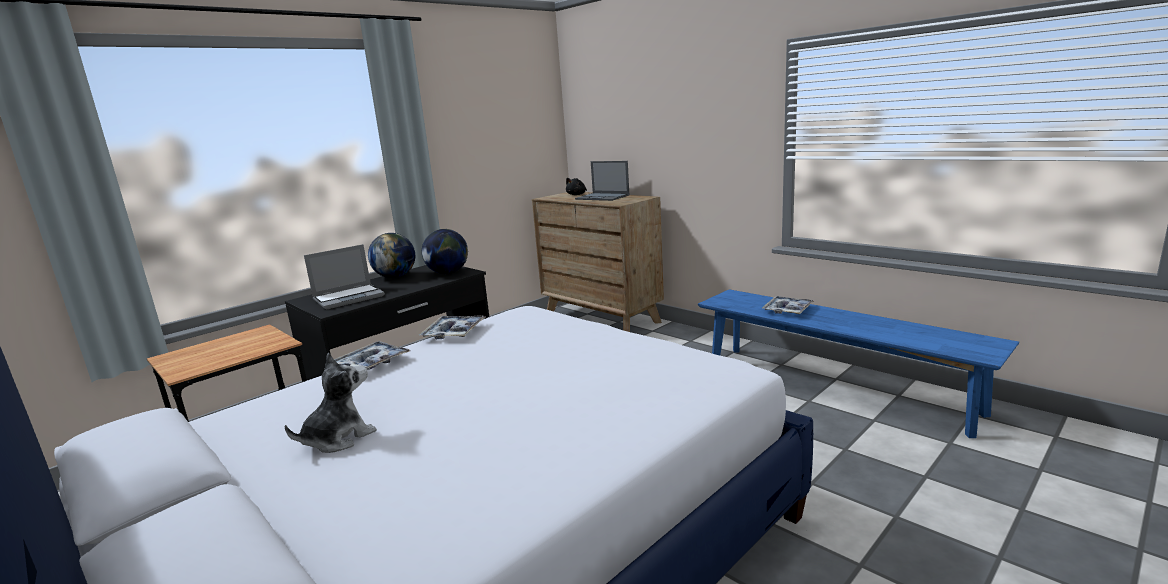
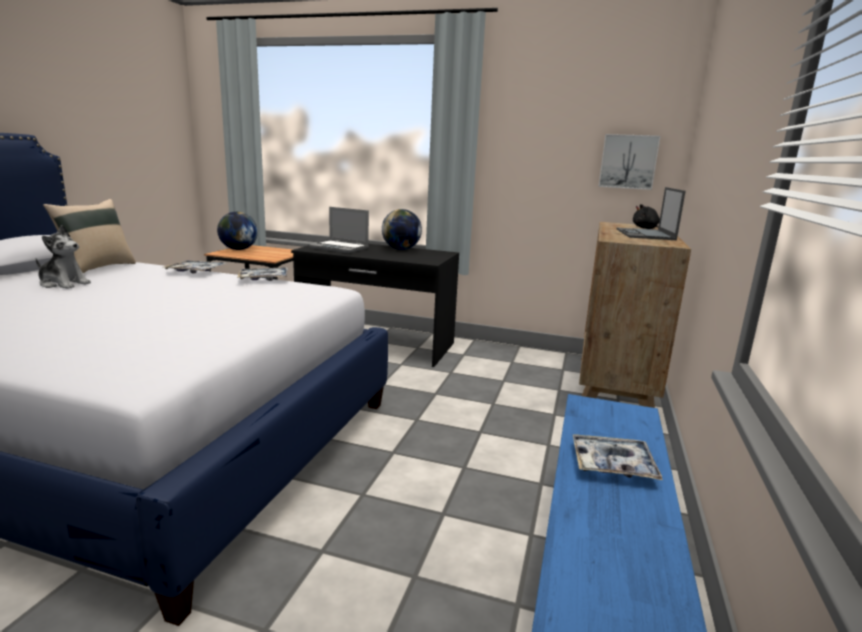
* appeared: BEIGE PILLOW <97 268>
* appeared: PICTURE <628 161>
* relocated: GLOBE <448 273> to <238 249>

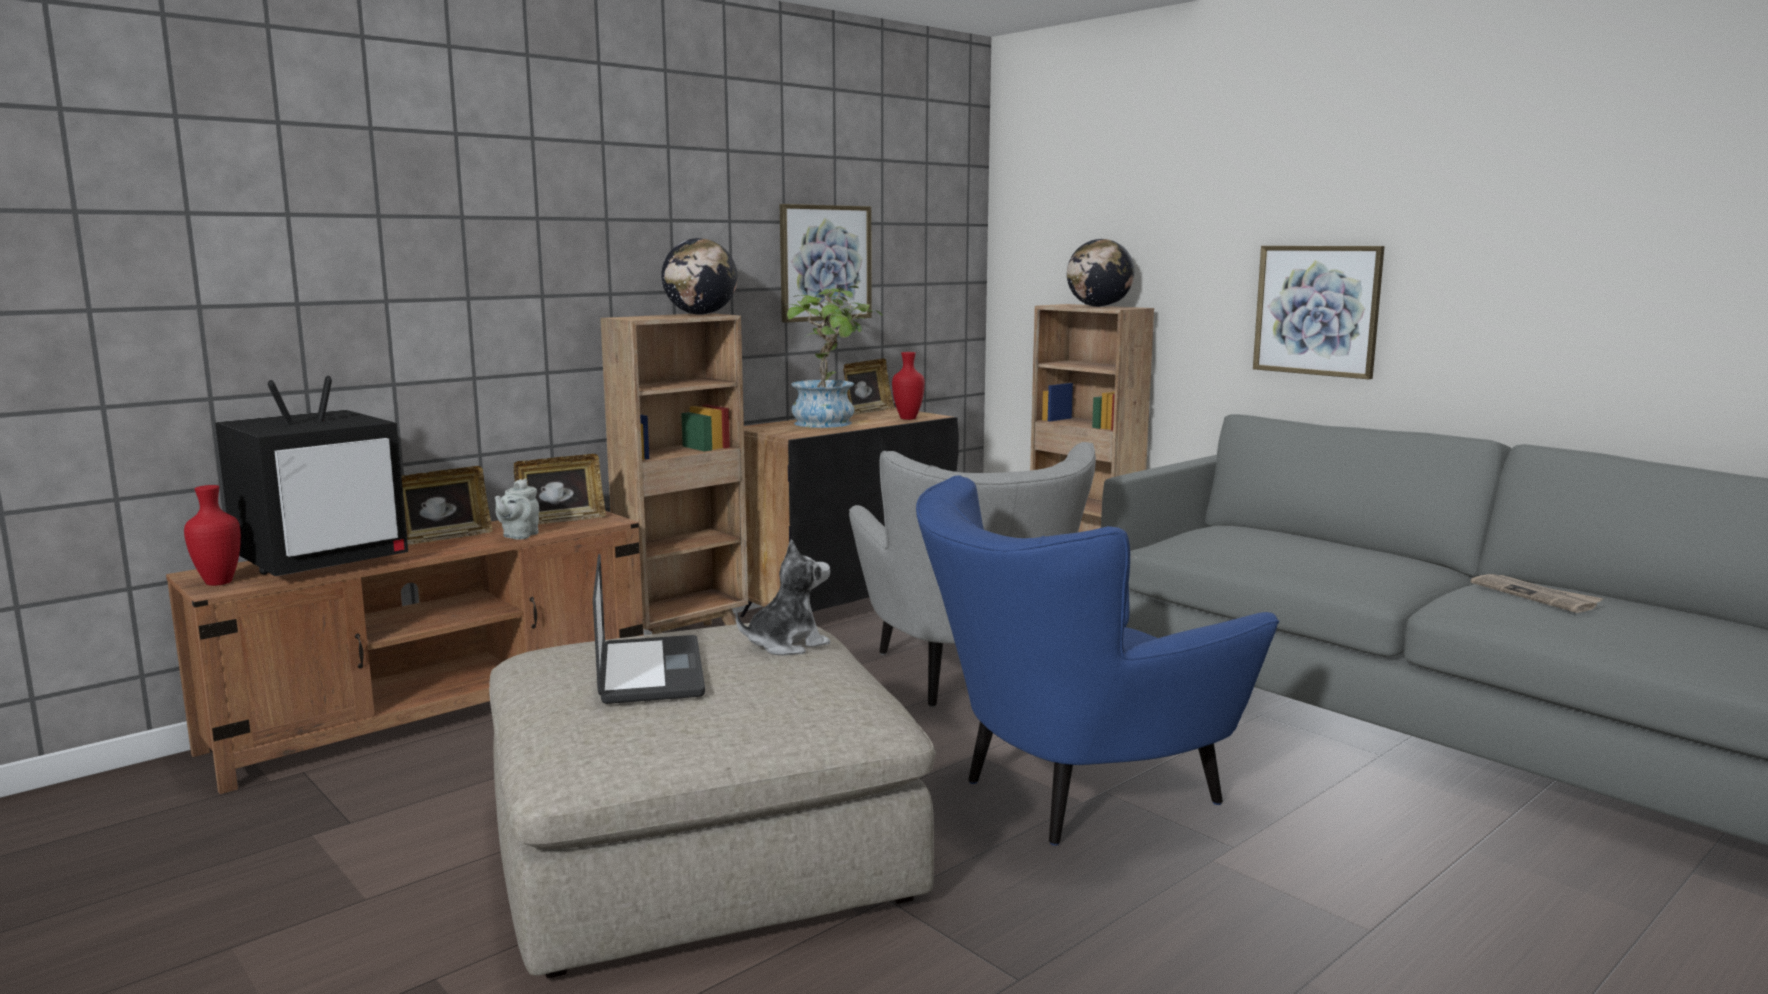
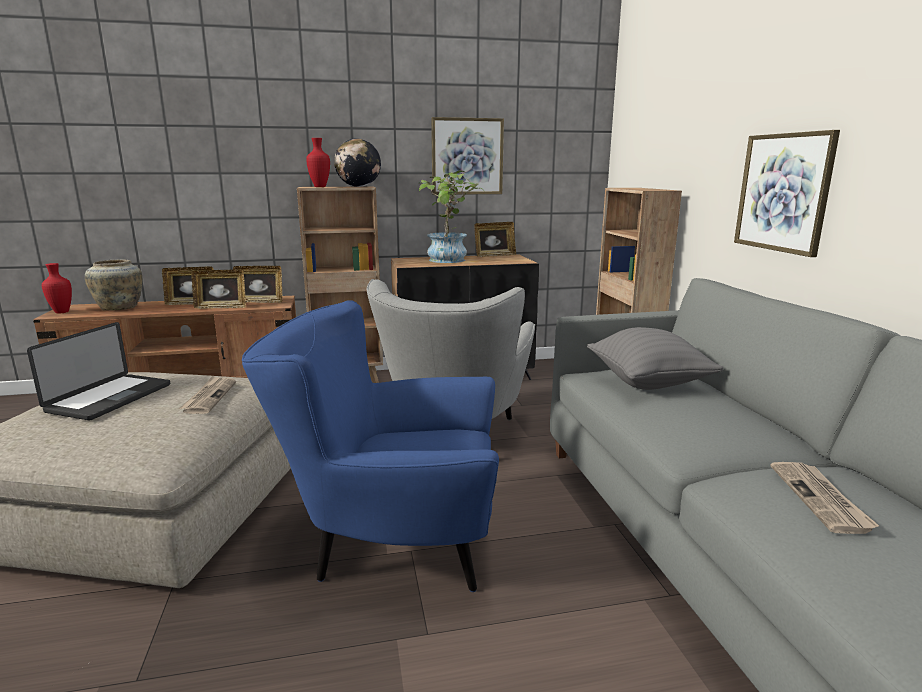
* missing: GLOBE <1098 306>
* appeared: GREY PILLOW <648 383>
* relocated: RED VASE <909 418> to <320 187>
* exchanged: TELEVISION <323 561> to BEIGE VASE <120 308>
* exchanged: GREY TEAPOT <518 536> to PICTURE FRAME <221 307>
* exchanged: PLUSH TOY <786 644> to NEWSPAPER <209 397>

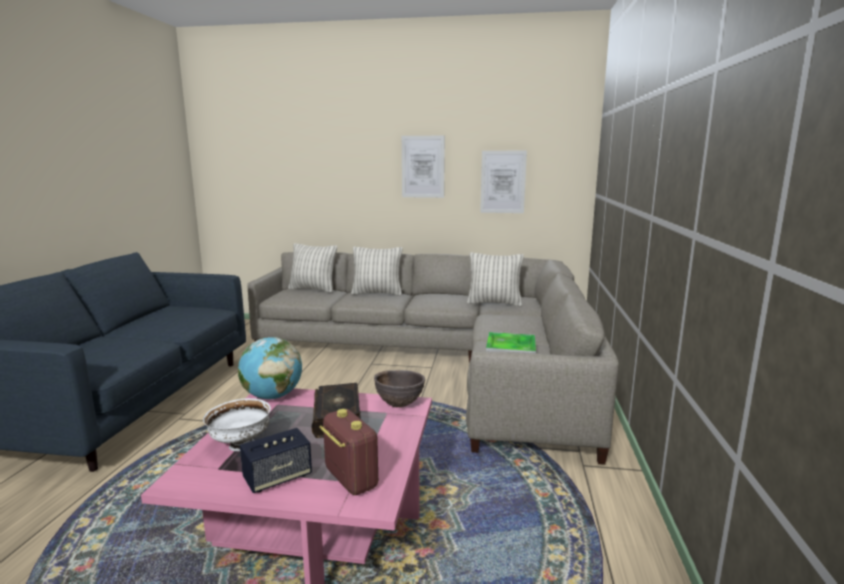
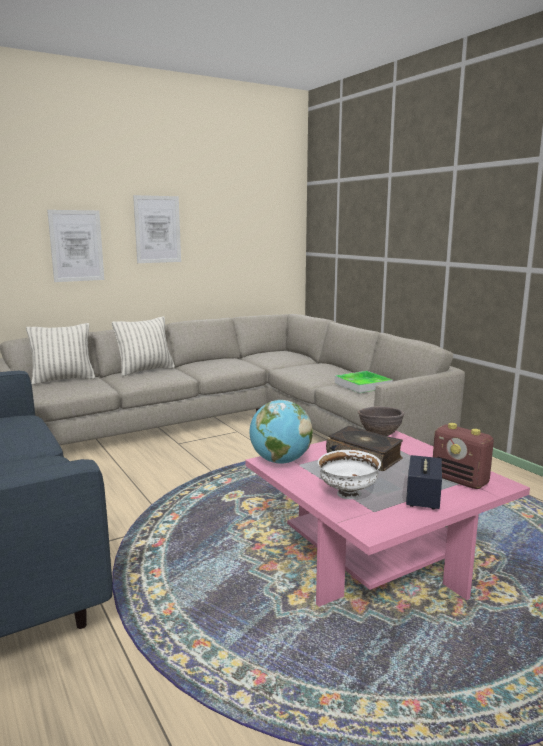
* missing: PILLOW <494 303>
* relocated: PICTURE <503 182> to <76 246>
* spun: RADIO <350 478> = <460 480> 150 degrees counterclockwise

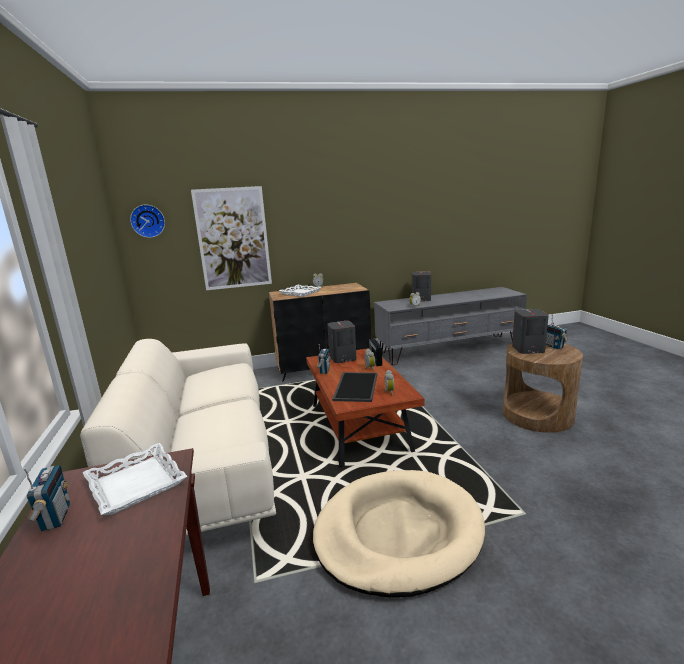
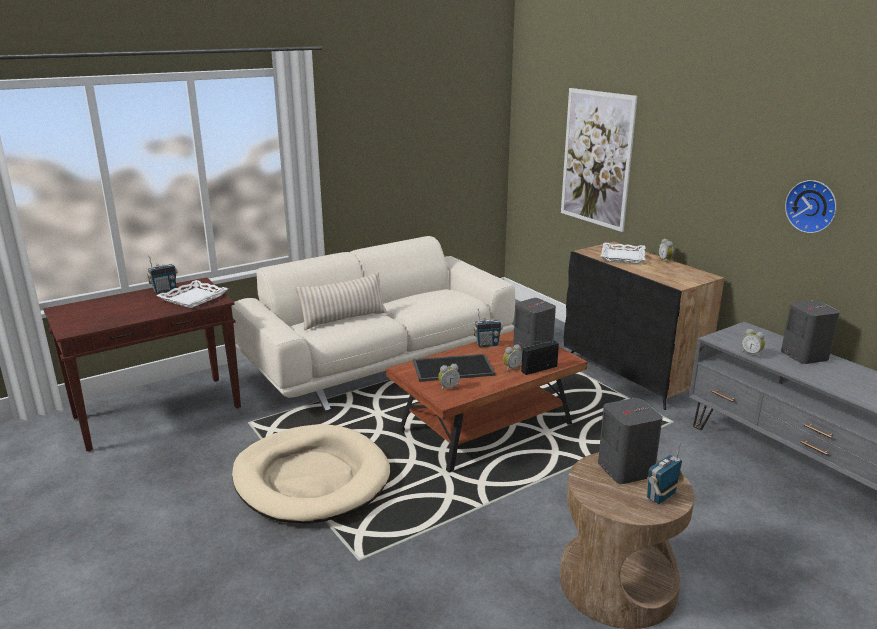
* appeared: BEIGE PILLOW <343 319>
* relocated: WALL CLOCK <148 221> to <812 206>

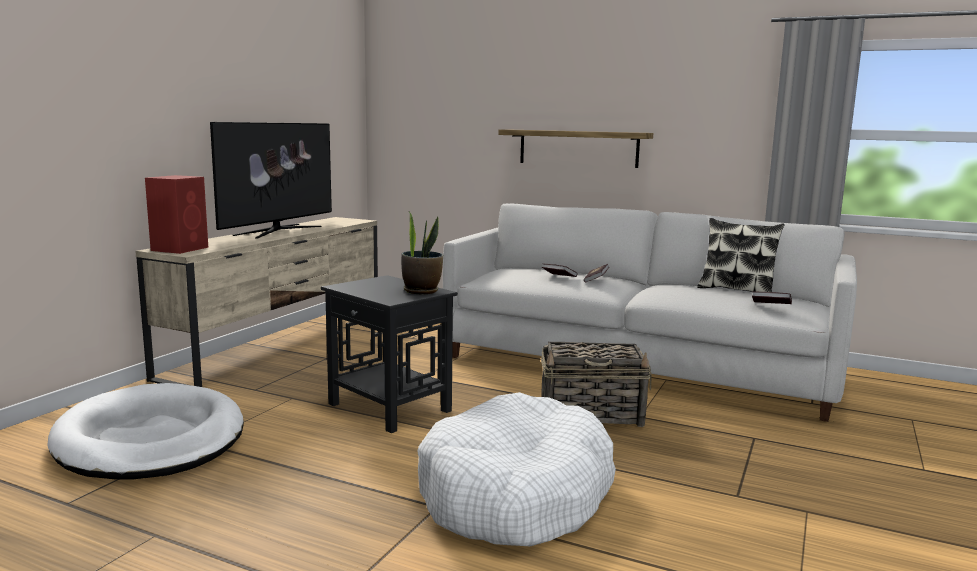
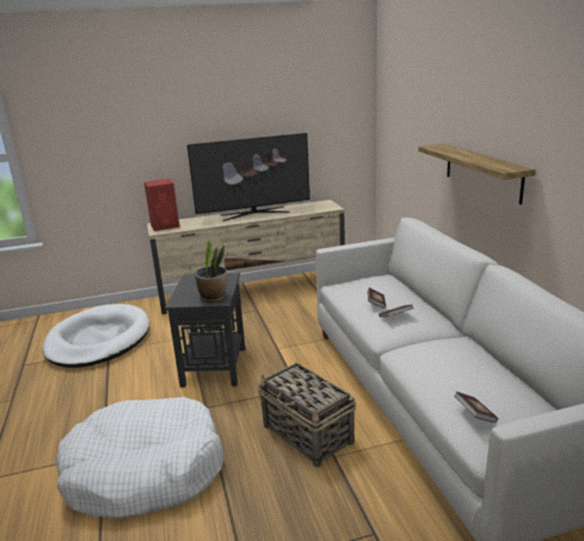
* missing: PILLOW <736 290>

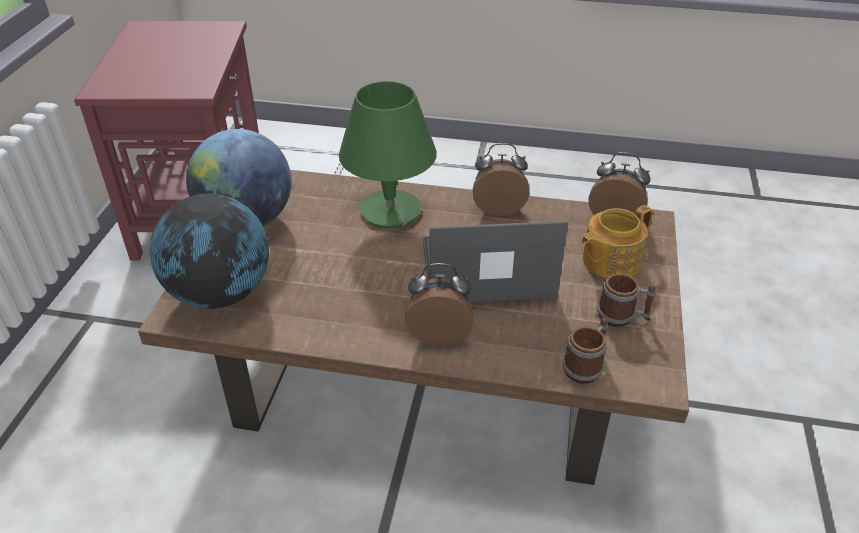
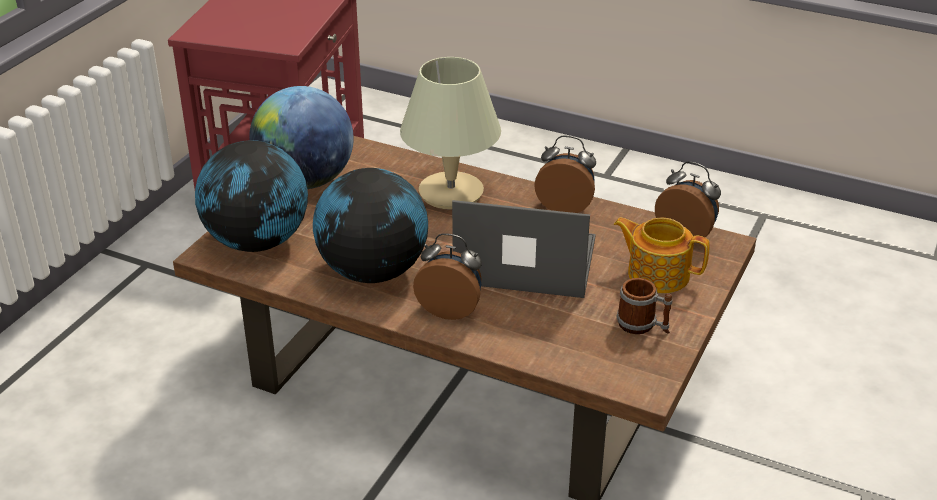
* missing: MUG <586 366>
* appeared: GLOBE <373 272>
* colour: GREEN TABLE LAMP <390 211> to BEIGE TABLE LAMP <451 193>
* spun: TEAPOT <609 261> = <657 274> 45 degrees clockwise

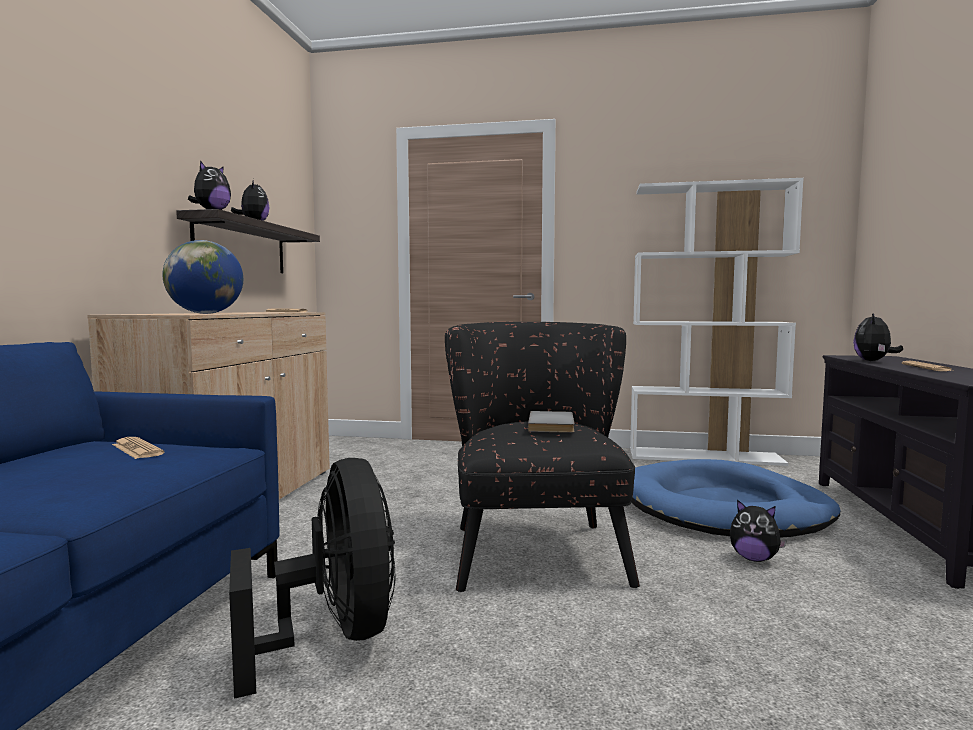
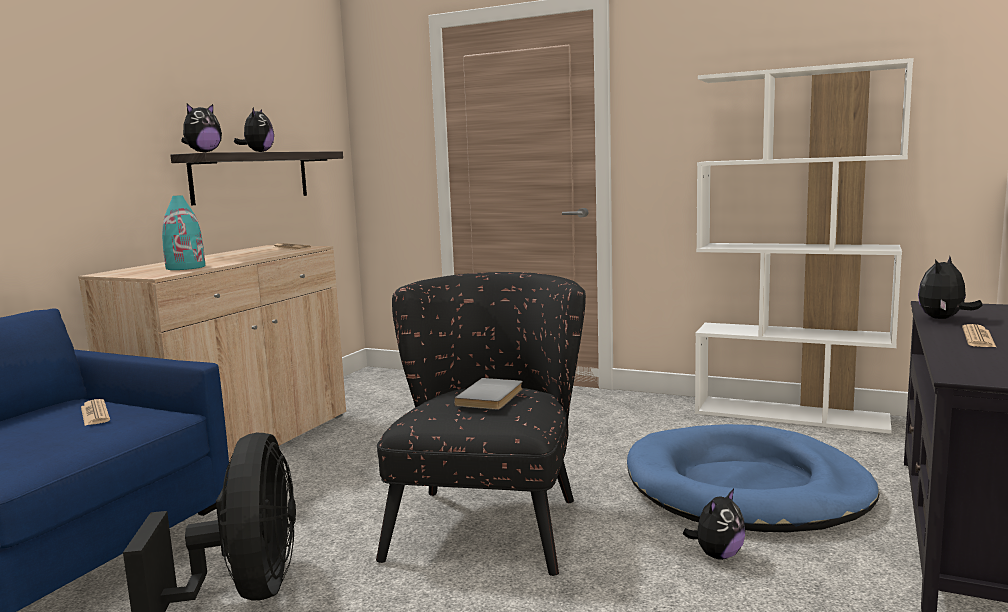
* exchanged: GLOBE <205 313> to TURQUOISE VASE <186 267>
* spun: PLUSH TOY <754 558> = <717 555> 90 degrees counterclockwise

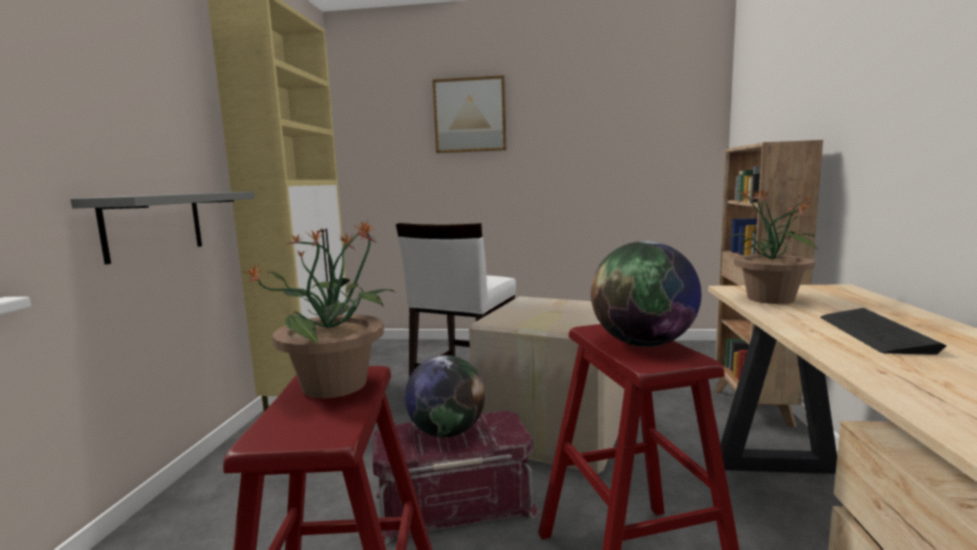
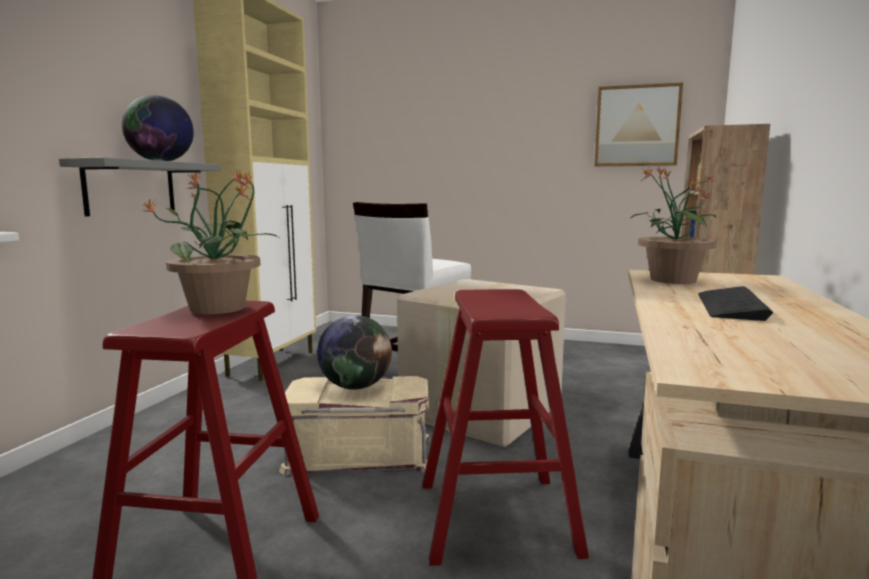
* relocated: PICTURE <470 115> to <637 126>
* relocated: GLOBE <643 344> to <161 161>
* colour: RED STORAGE BOX <454 502> to BEIGE STORAGE BOX <359 453>

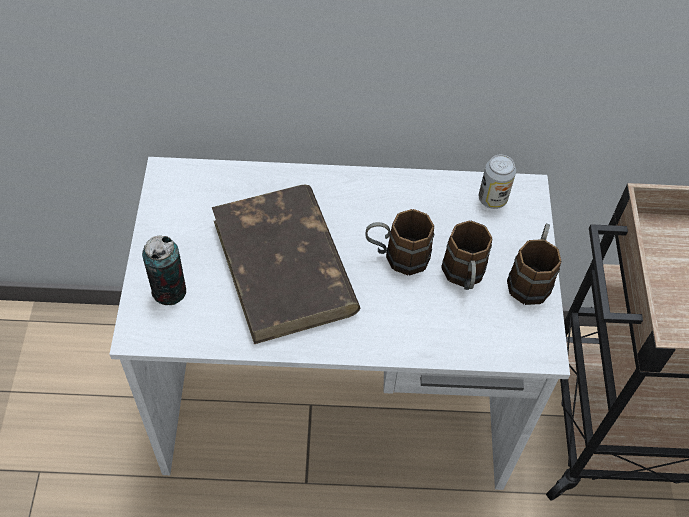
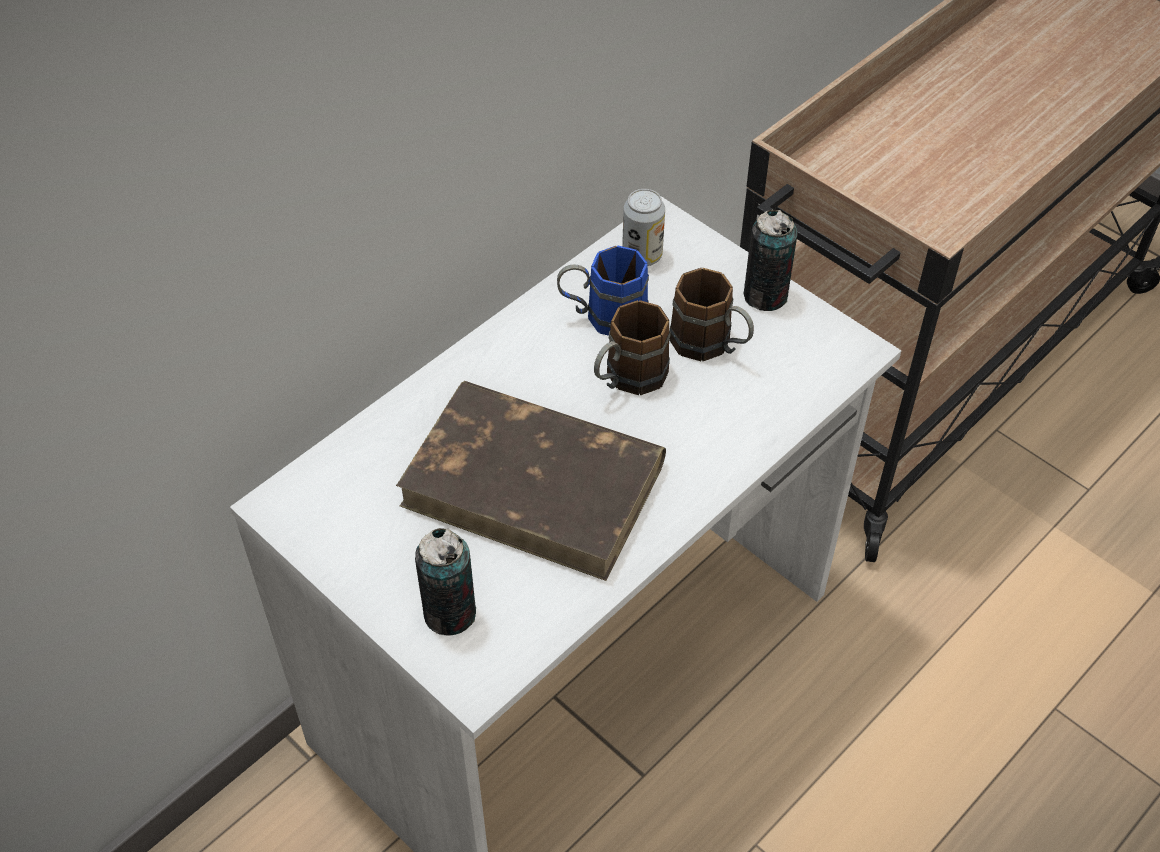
* appeared: BLUE MUG <602 317>
* exchanged: BROWN MUG <531 277> to CAN <765 296>

